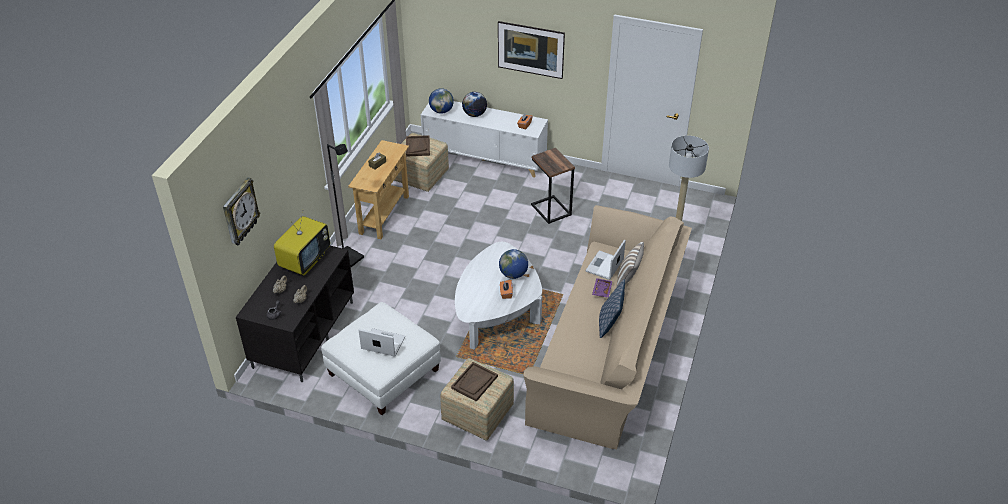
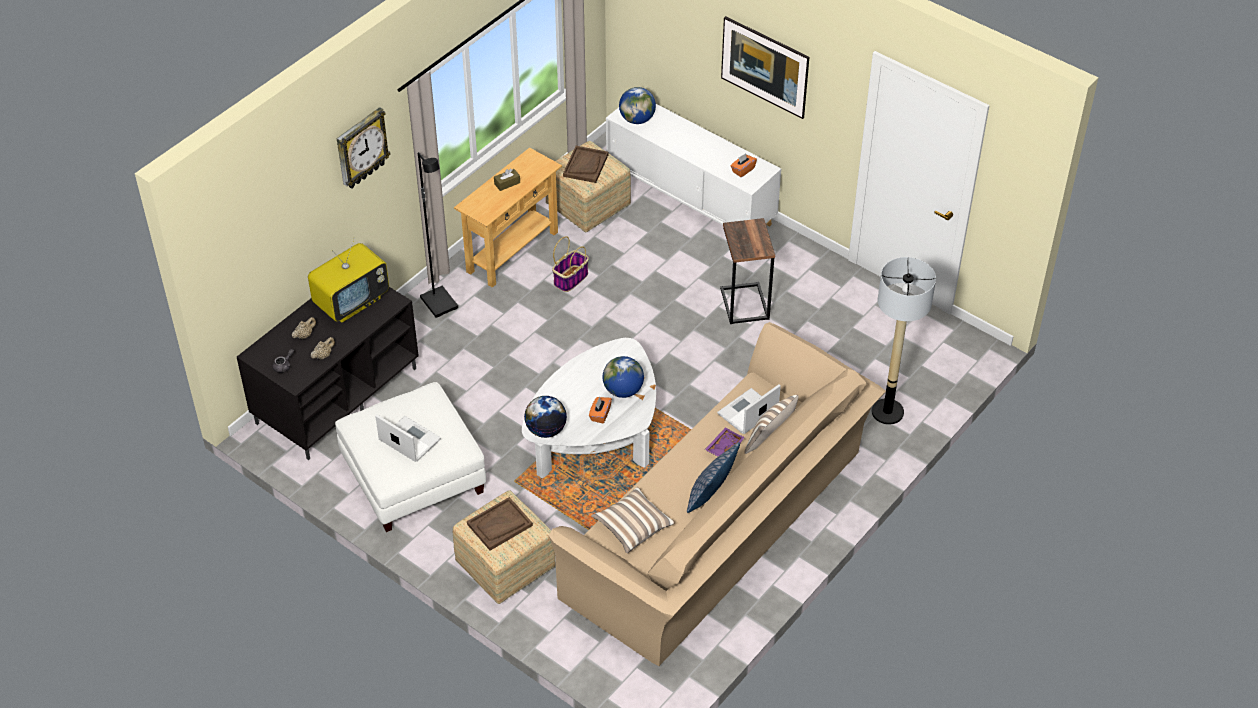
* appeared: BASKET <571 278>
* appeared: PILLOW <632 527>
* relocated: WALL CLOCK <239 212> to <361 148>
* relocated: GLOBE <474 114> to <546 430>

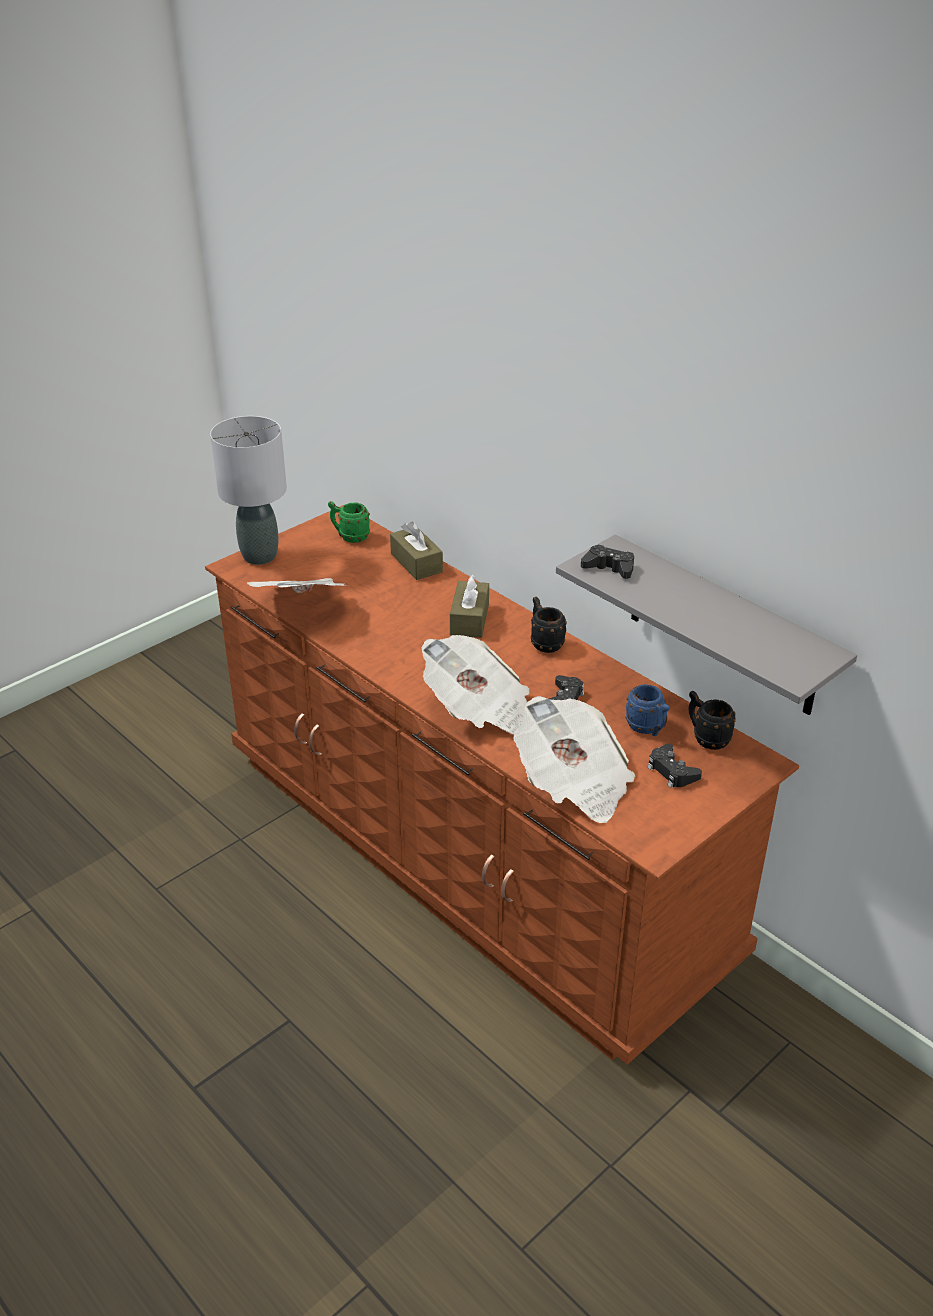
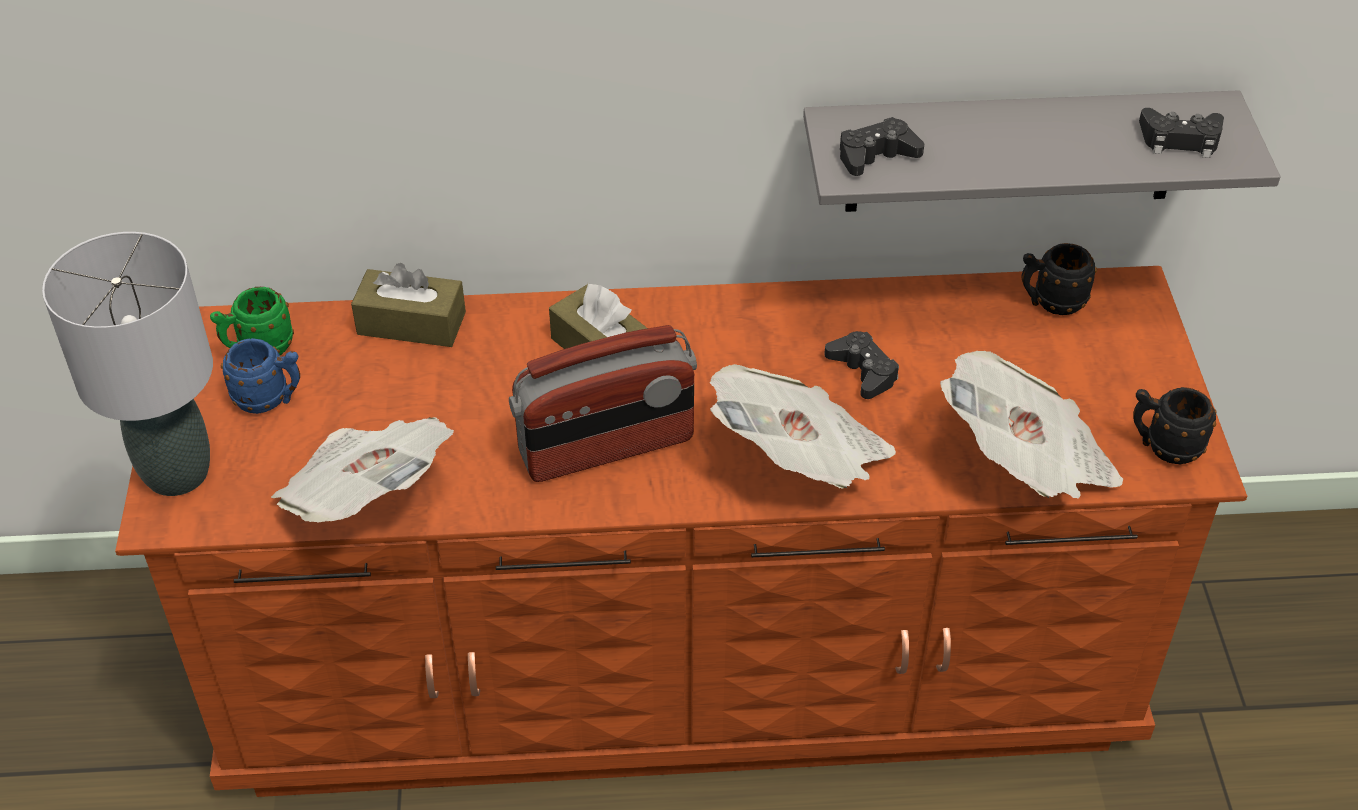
* appeared: RADIO <607 448>
* relocated: BLACK MUG <544 642> to <1163 447>
* relocated: BLUE MUG <647 729> to <270 399>
* relocated: BLACK GAME CONTROLLER <672 771> to <1180 139>

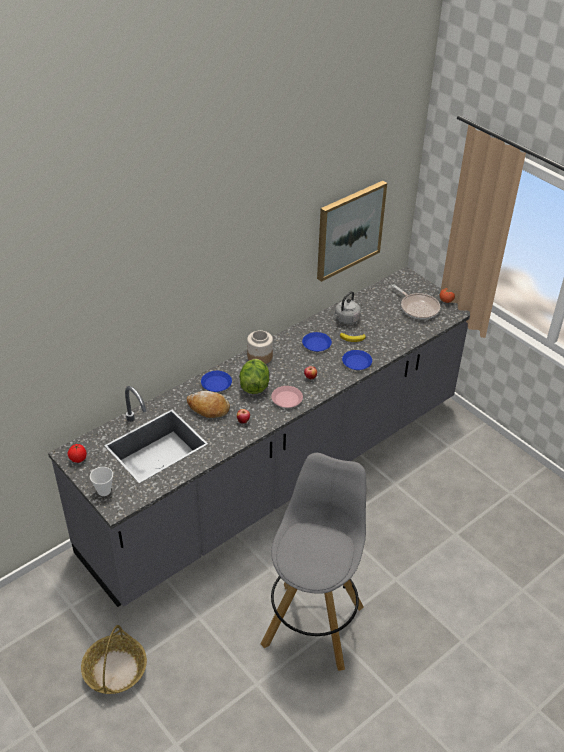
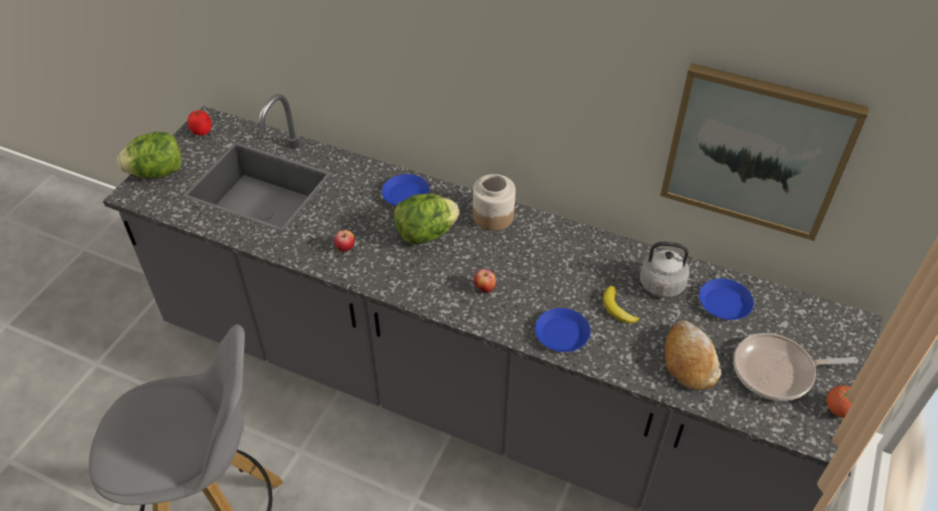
* missing: BASKET <115 670>
* missing: PINK PLATE <287 399>
* relocated: BREAD <208 408> to <689 361>
* relocated: BLUE PLATE <316 344> to <725 303>
* exchanged: CUP <104 491> to LETTUCE <157 172>
* spun: FRYING PAN <418 308> = <777 372> 60 degrees clockwise

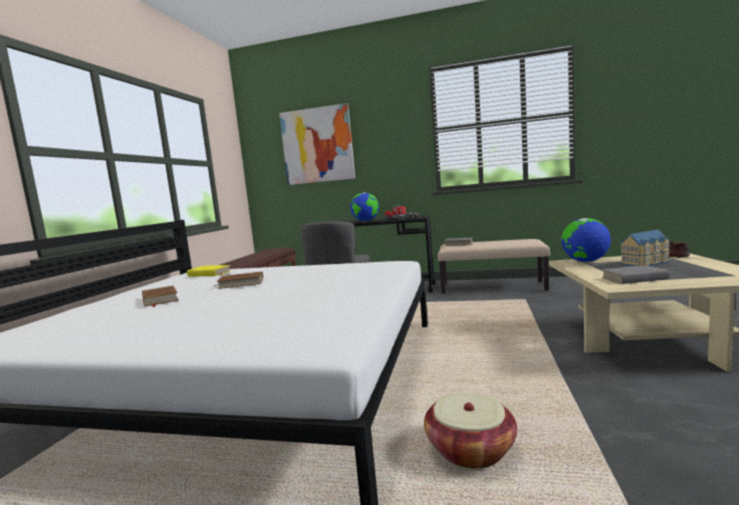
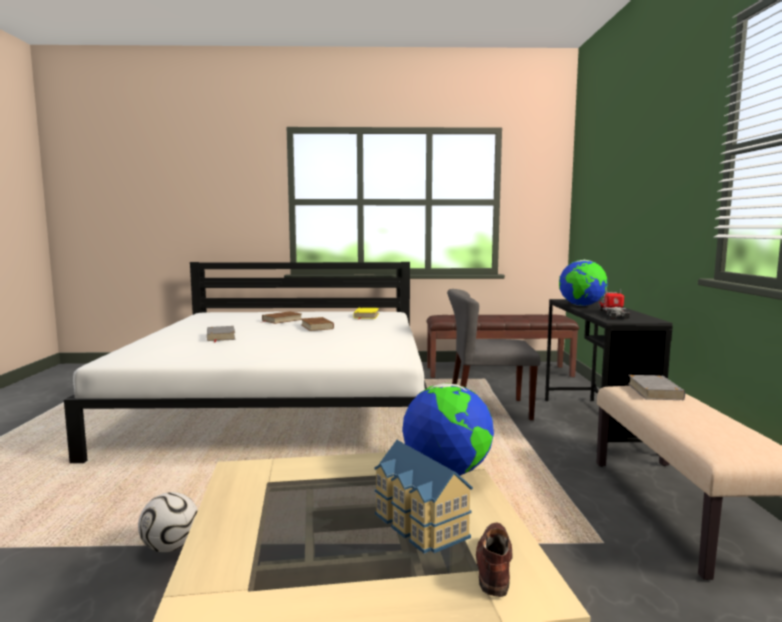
* missing: PICTURE <317 145>
* missing: BASKET <470 449>
* appeared: FOOTBALL <170 547>
* relocated: GREY BOOK <634 278> to <220 336>

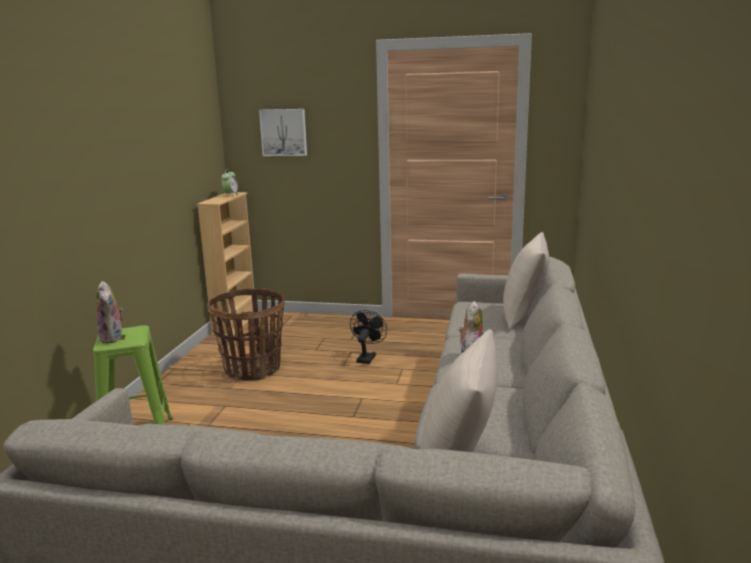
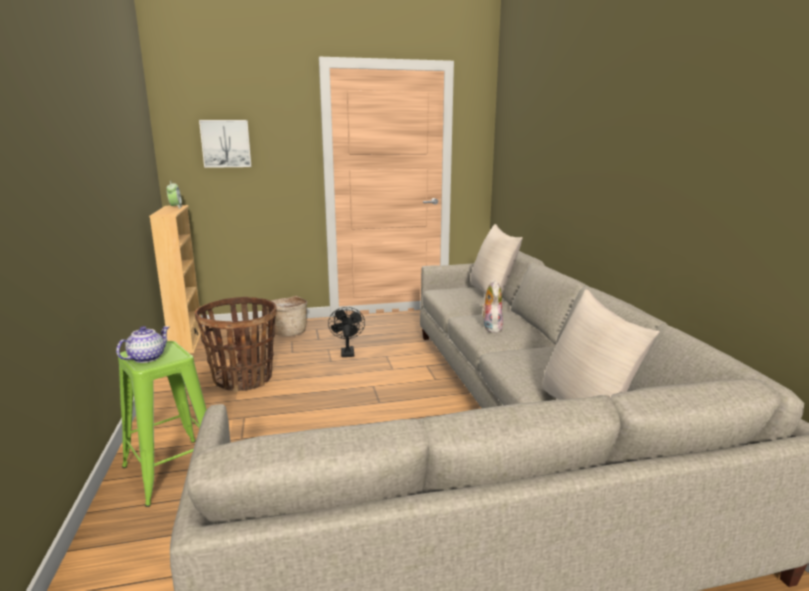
* appeared: BASKET <287 332>
* exchanged: PLUSH TOY <113 338> to TEAPOT <147 358>

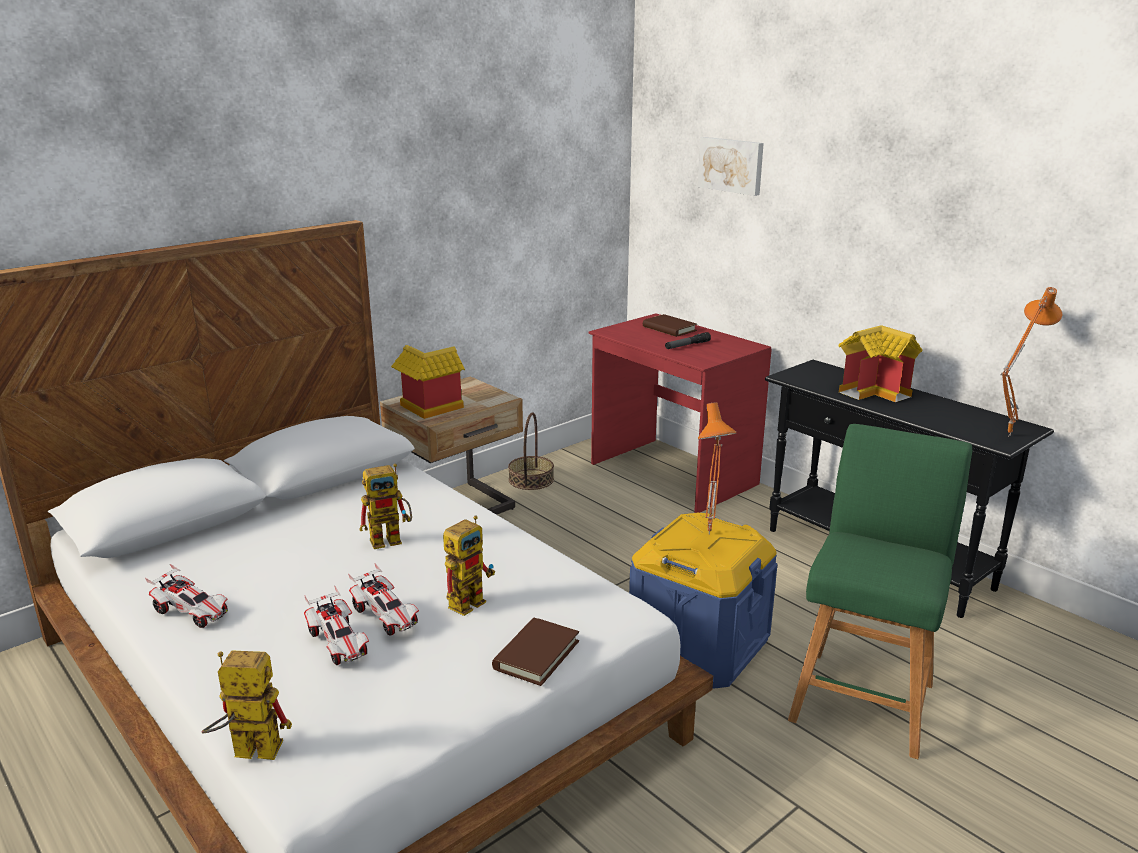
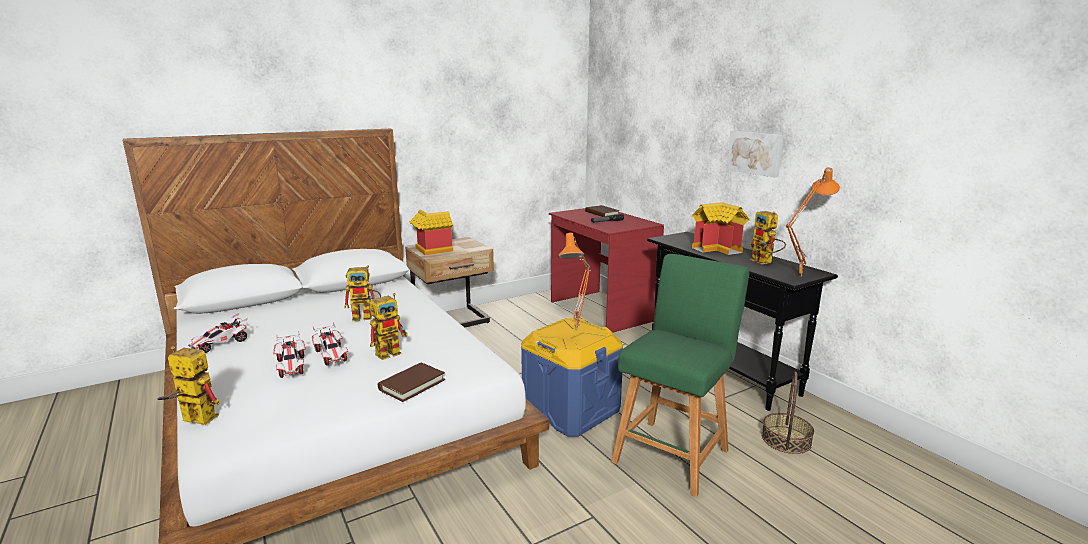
* appeared: TOY ROBOT <765 262>
* relocated: BASKET <531 479> to <786 439>
* relocated: PICTURE <731 165> to <755 153>
* spun: TOY CAR <192 612> = <221 344> 90 degrees clockwise

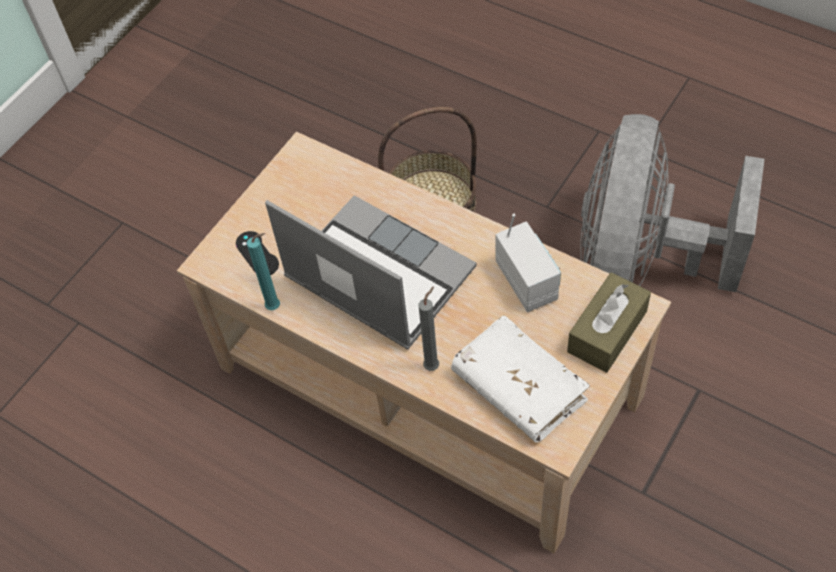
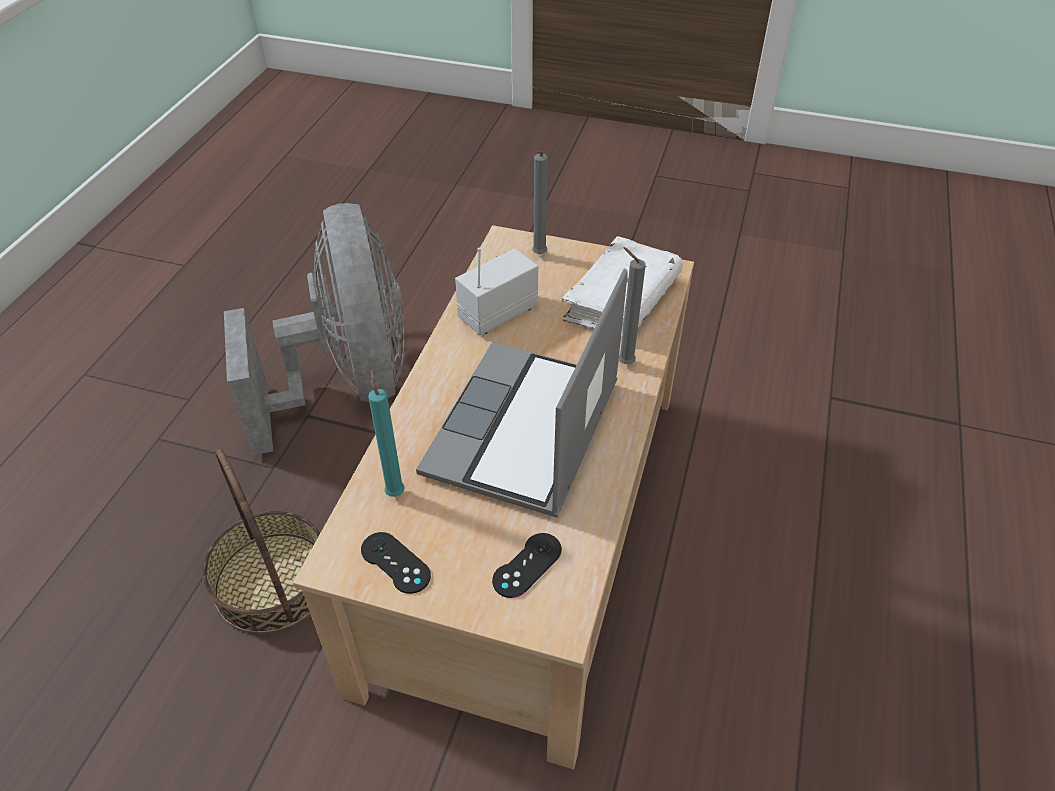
* appeared: BLACK GAME CONTROLLER <395 563>
* relocated: TURQUOISE CANDLE <276 307> to <395 491>
* exchanged: BROWN TISSUE BOX <607 331> to GREY CANDLE <538 256>
* spun: GREY FAN <640 265> = <348 383> 105 degrees counterclockwise

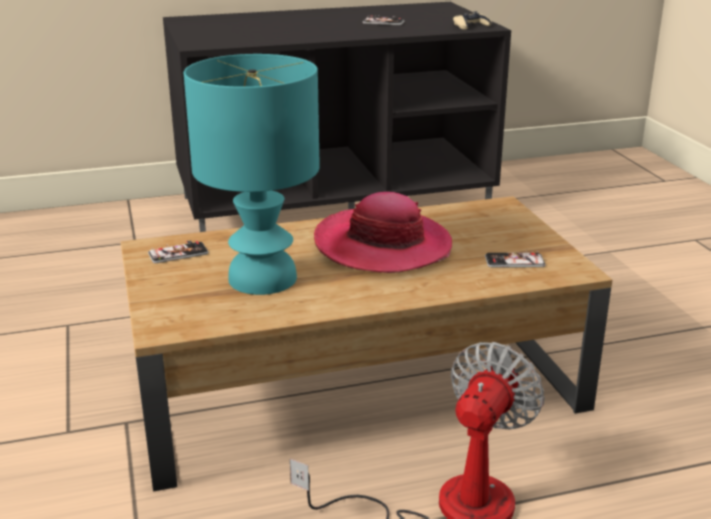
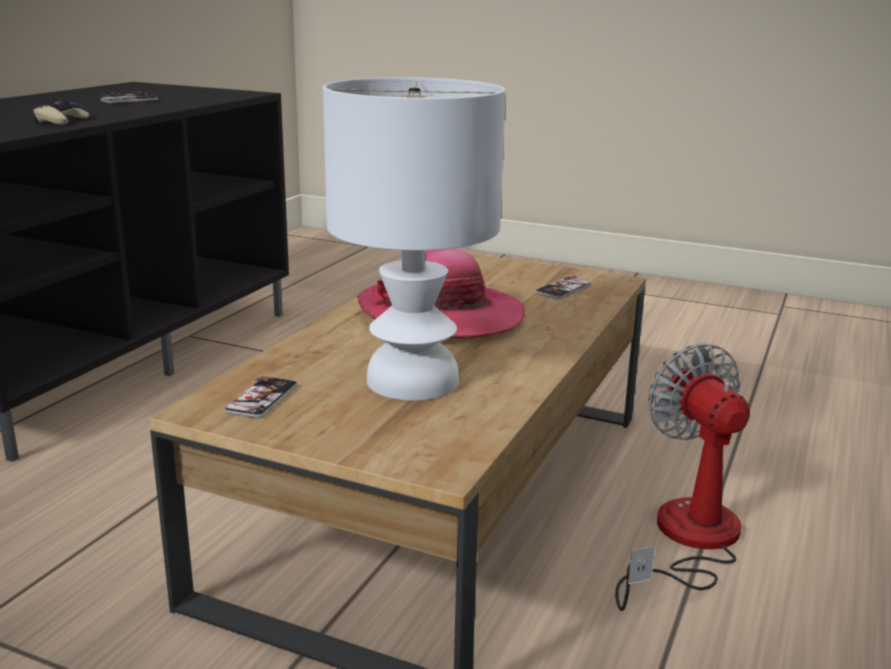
* relocated: BEIGE GAME CONTROLLER <470 26> to <62 121>
* colour: TURQUOISE TABLE LAMP <261 279> to WHITE TABLE LAMP <413 382>

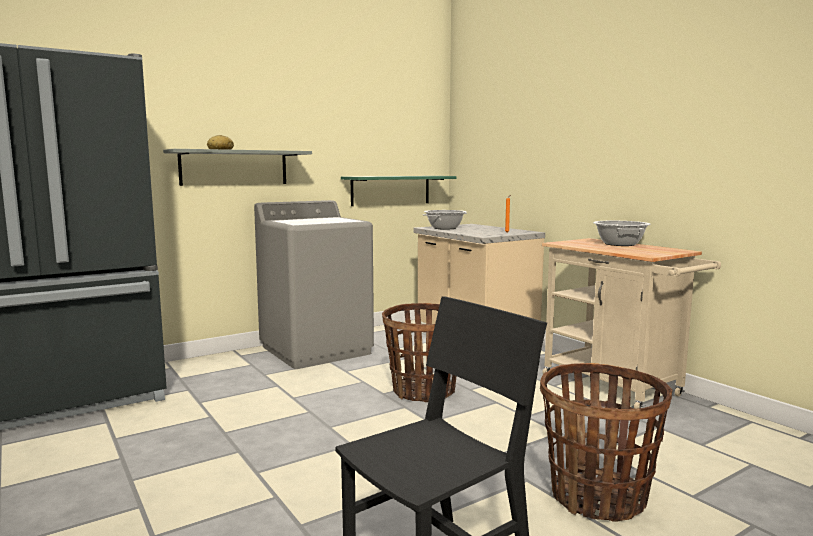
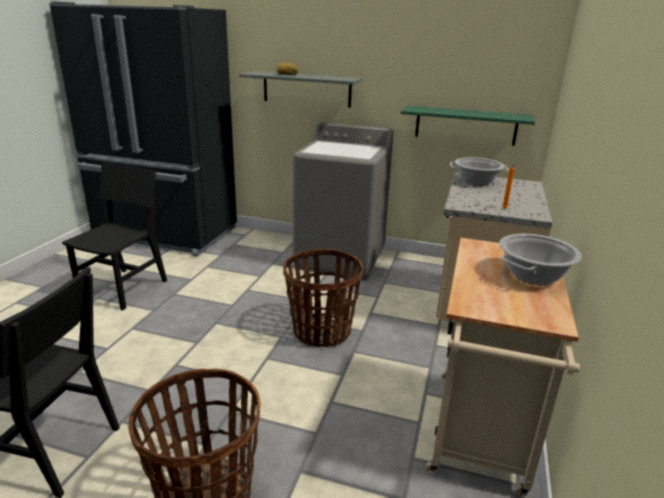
* appeared: BLACK CHAIR <124 289>

